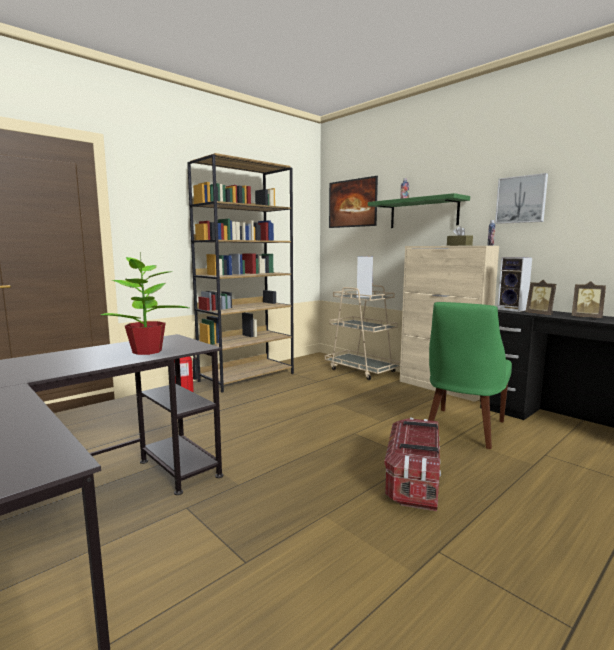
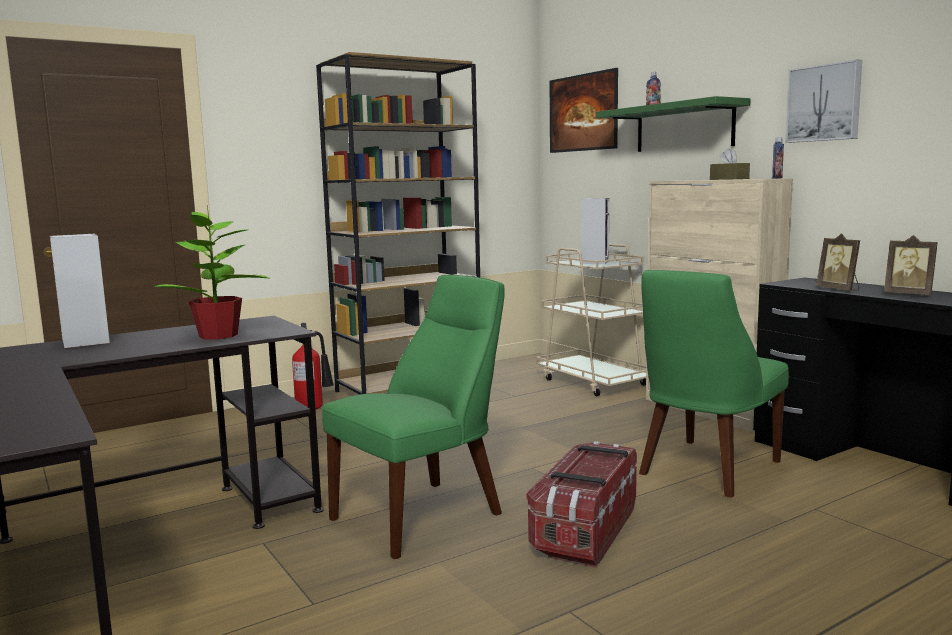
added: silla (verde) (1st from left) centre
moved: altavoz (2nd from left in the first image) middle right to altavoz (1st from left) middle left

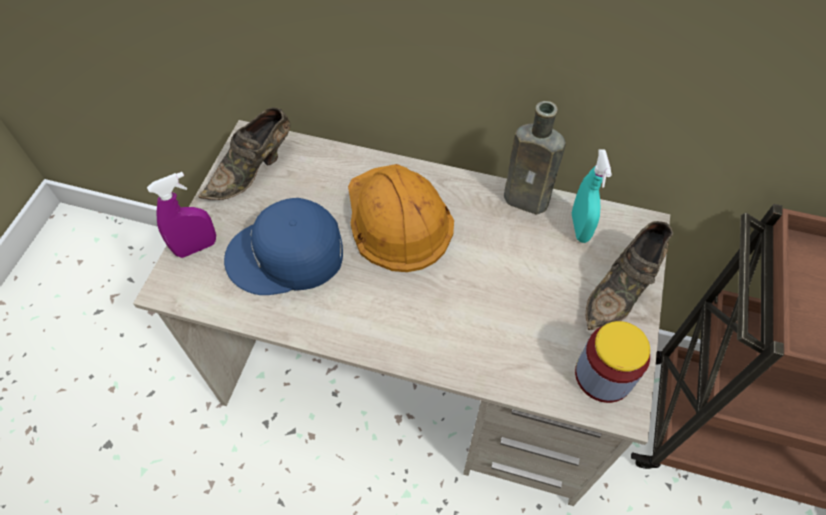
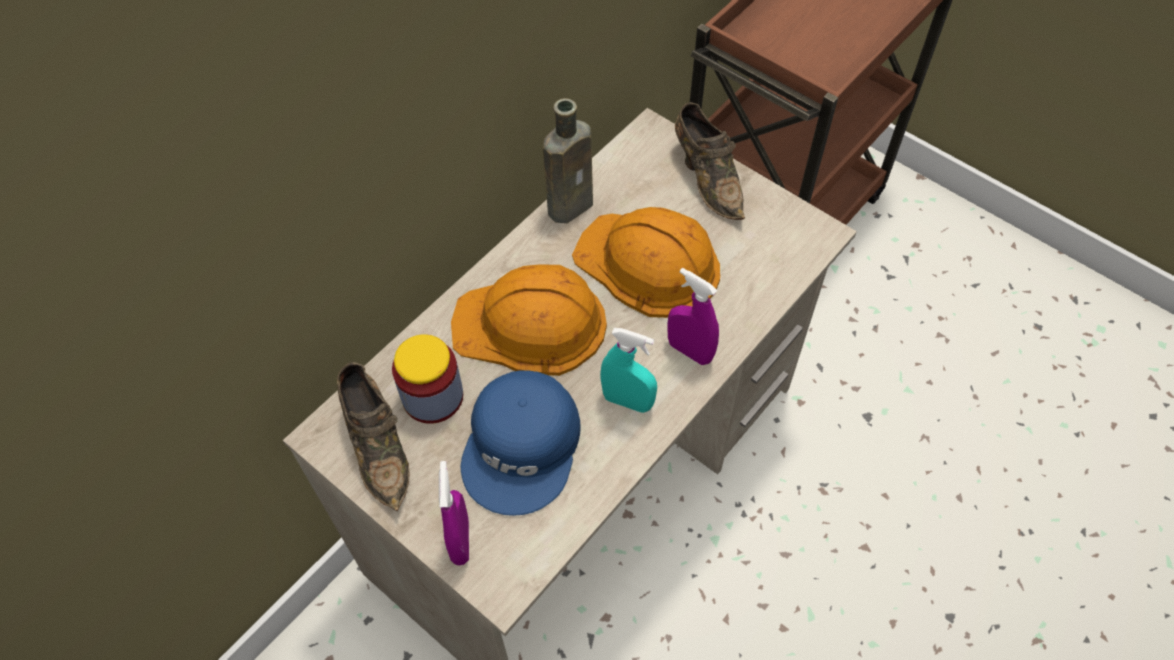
added: casco (naranja) (2nd from left) centre; pulverizador (morado) (2nd from left) centre
moved: pulverizador (turquesa) middle right to centre; tarro bottom right to centre

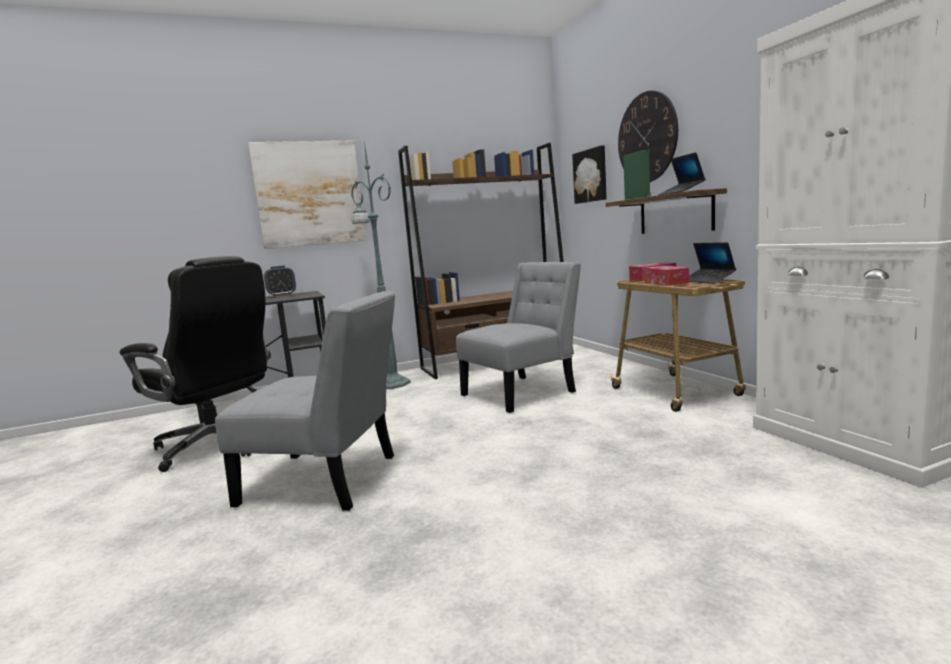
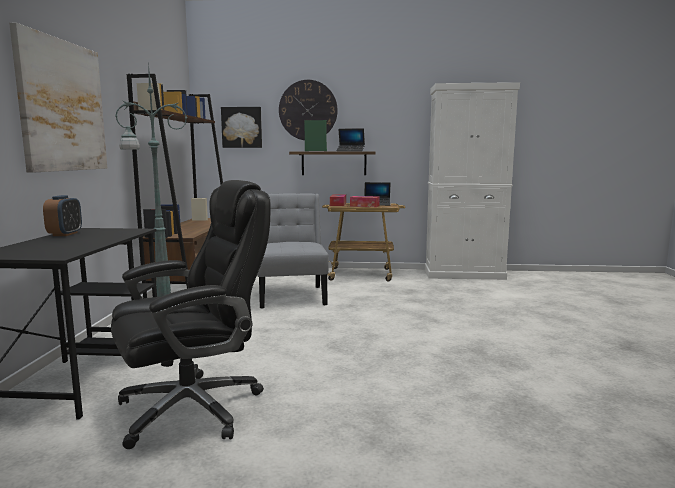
removed: silla (gris) (1st from left) middle left

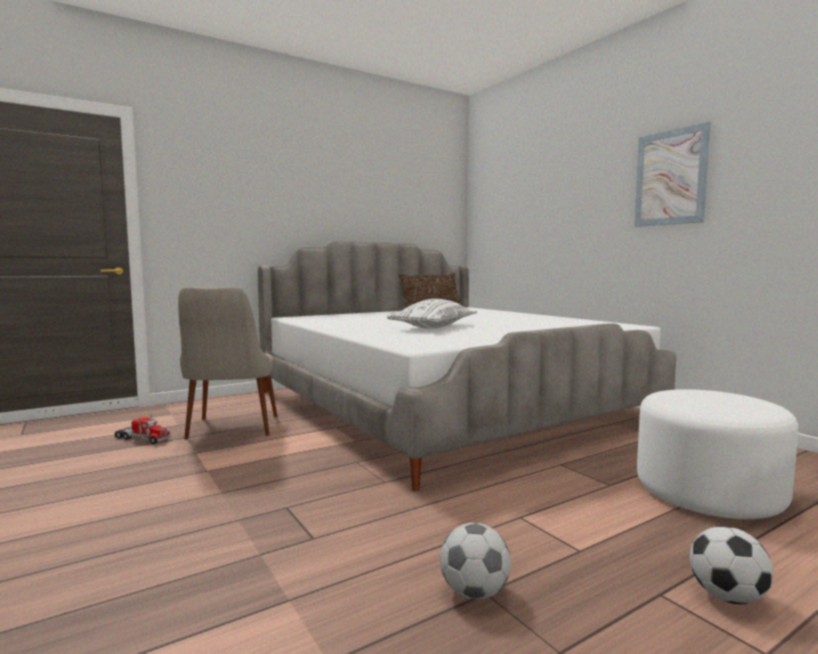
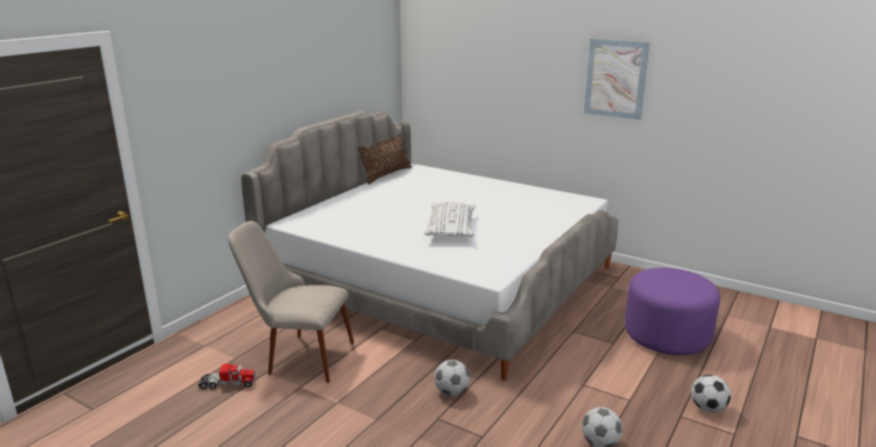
added: balón de fútbol (1st from left) bottom centre
recoloured: puf (blanco) bottom right to puf (morado) bottom right
turned: silla (beis) middle left = bottom left 135 degrees clockwise

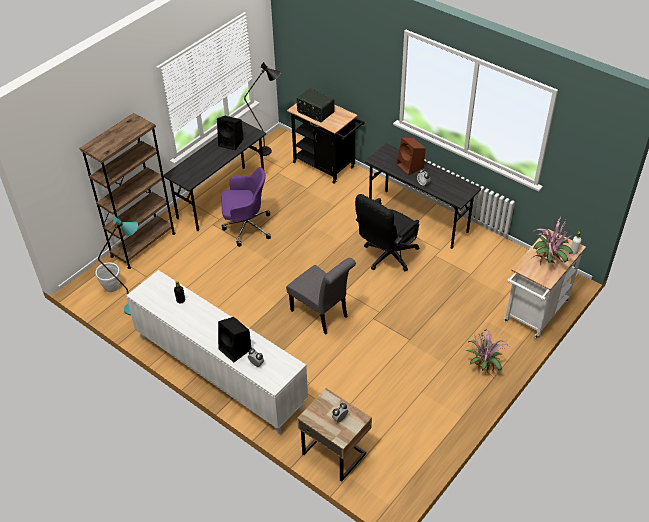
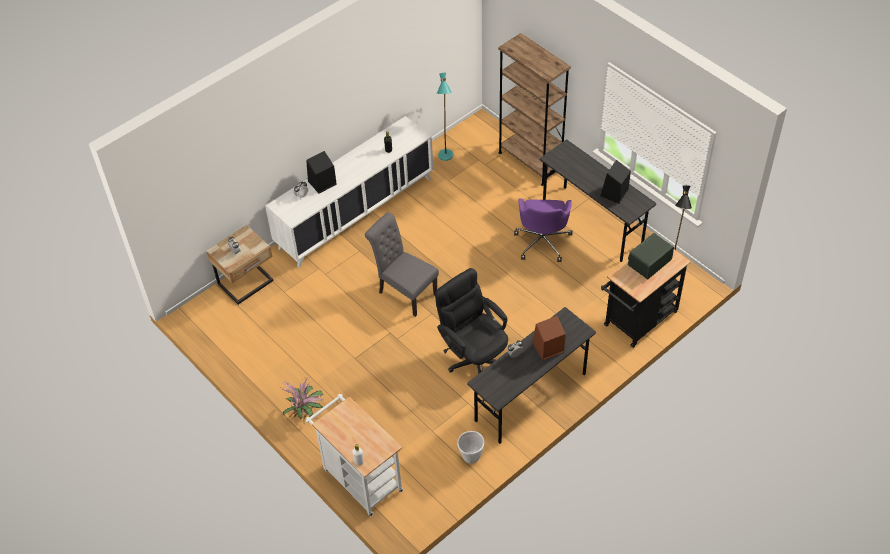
removed: planta en maceta (2nd from left) middle right
moved: maceta (blanco) middle left to bottom centre
turned: silla (gris) centre = centre 75 degrees clockwise

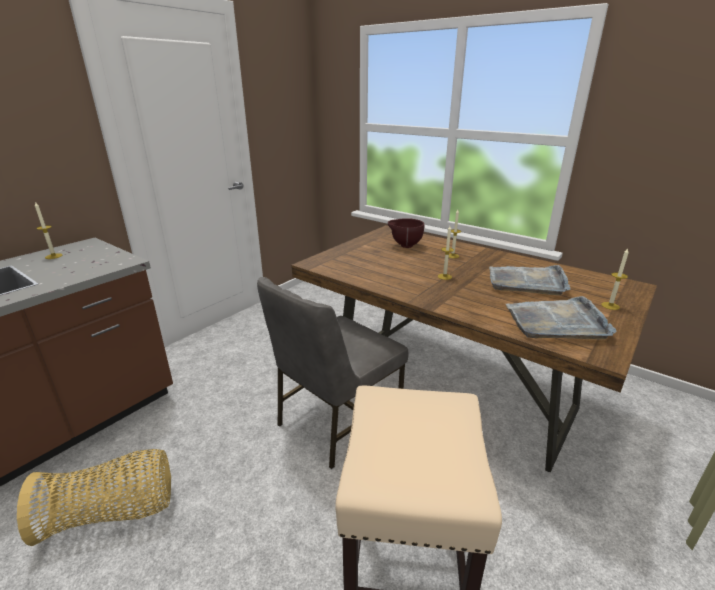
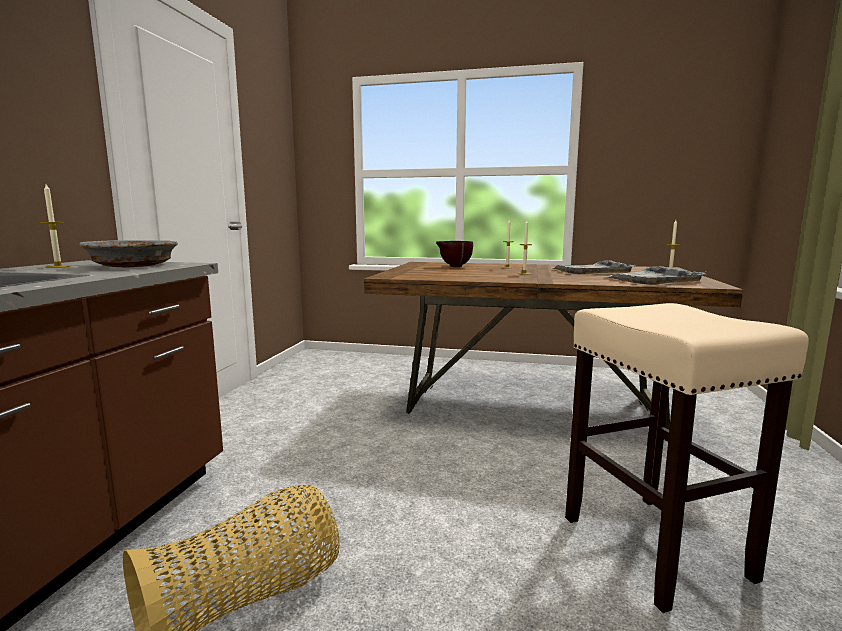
removed: silla (gris) centre
added: cuenco (gris) middle left

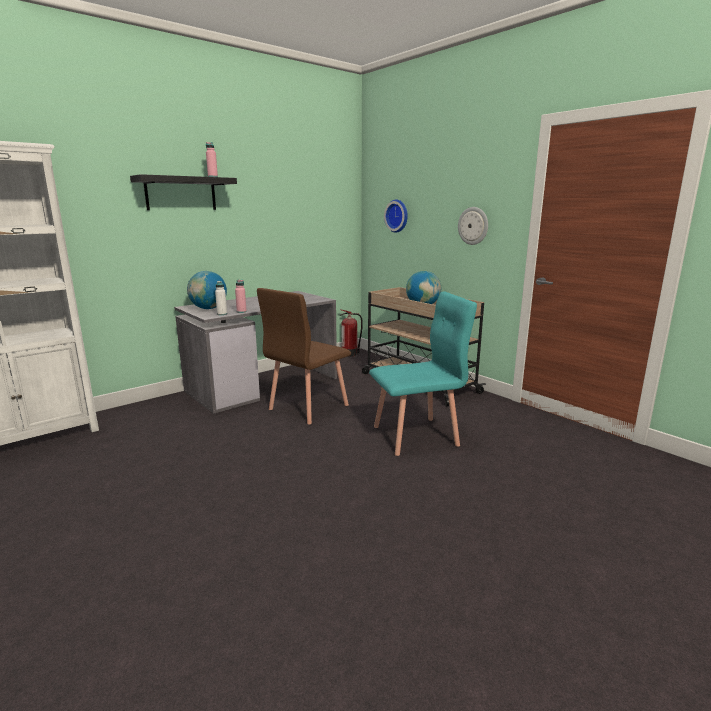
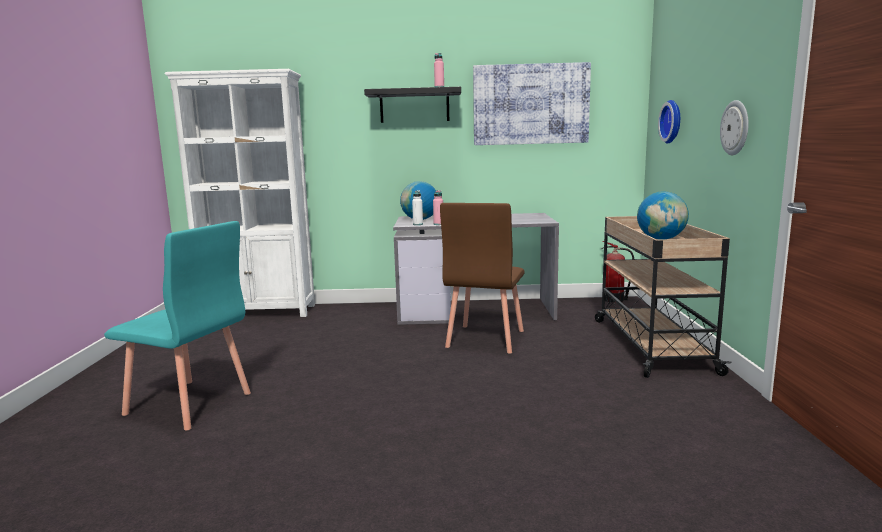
added: cuadro top centre
moved: silla (turquesa) centre to middle left
turned: silla (marrón) centre = centre 60 degrees counterclockwise

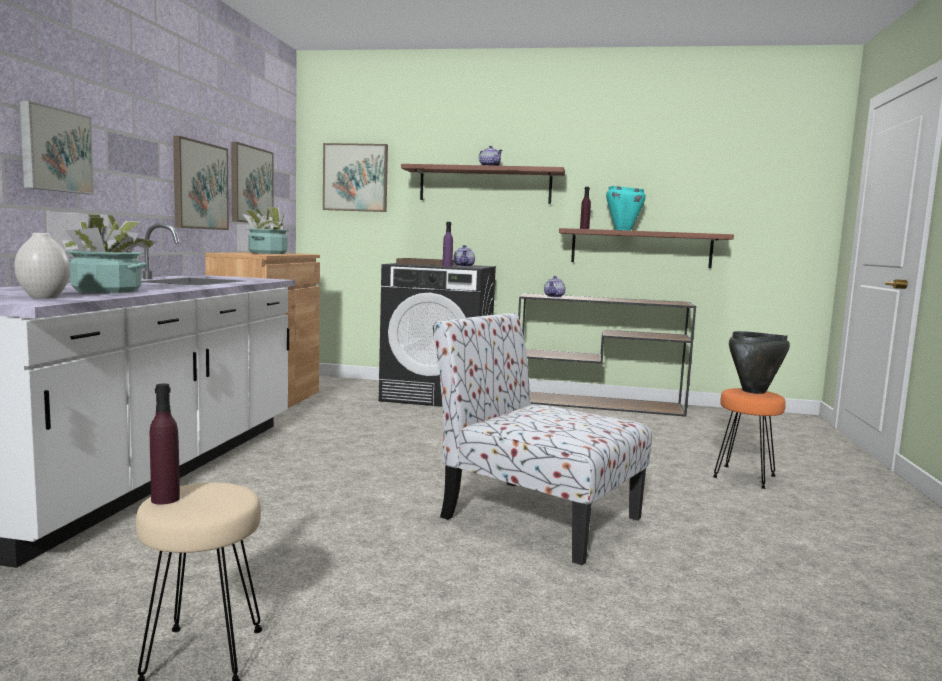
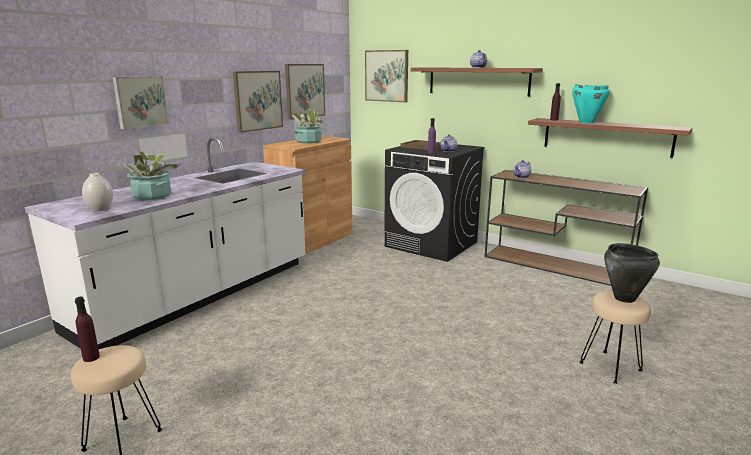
removed: silla centre
recoloured: taburete (naranja) middle right to taburete (beis) (2nd from left) bottom right

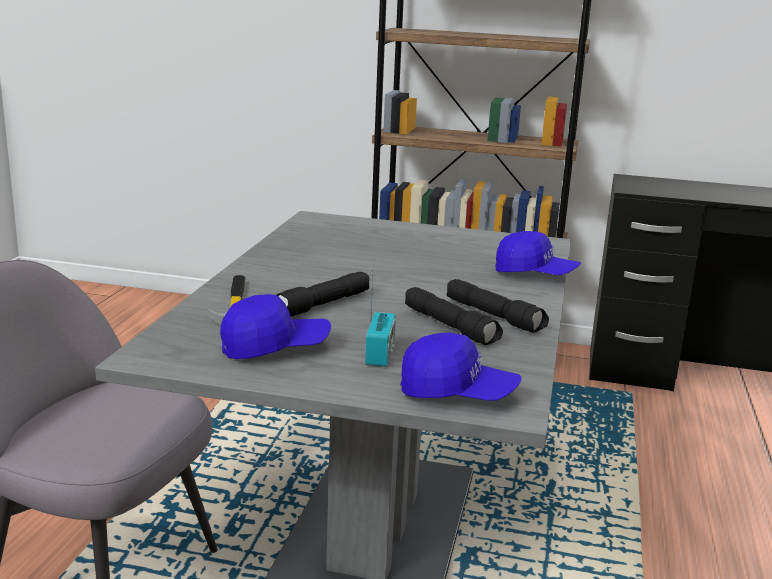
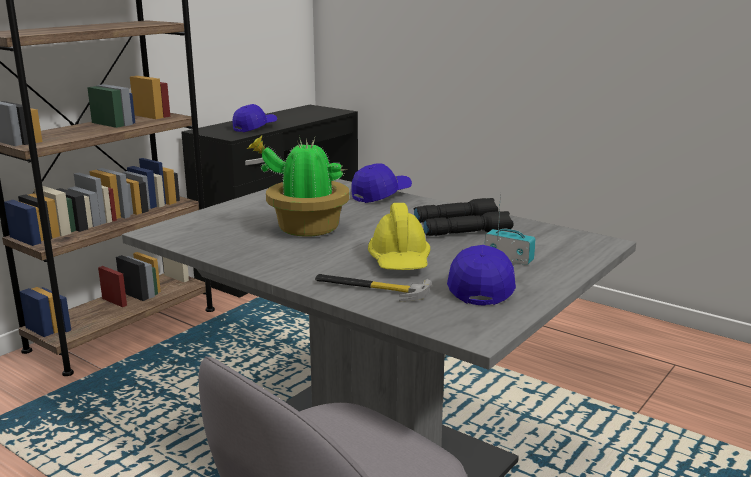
added: planta en maceta centre
moved: gorra (azul) (2nd from left in the first image) centre to gorra (azul) (1st from left) top centre
replaced: linterna (negro) (1st from left) centre to casco (amarillo) centre

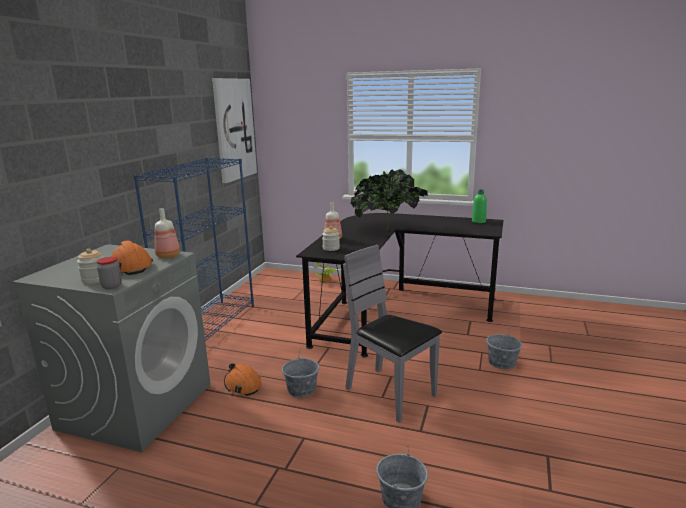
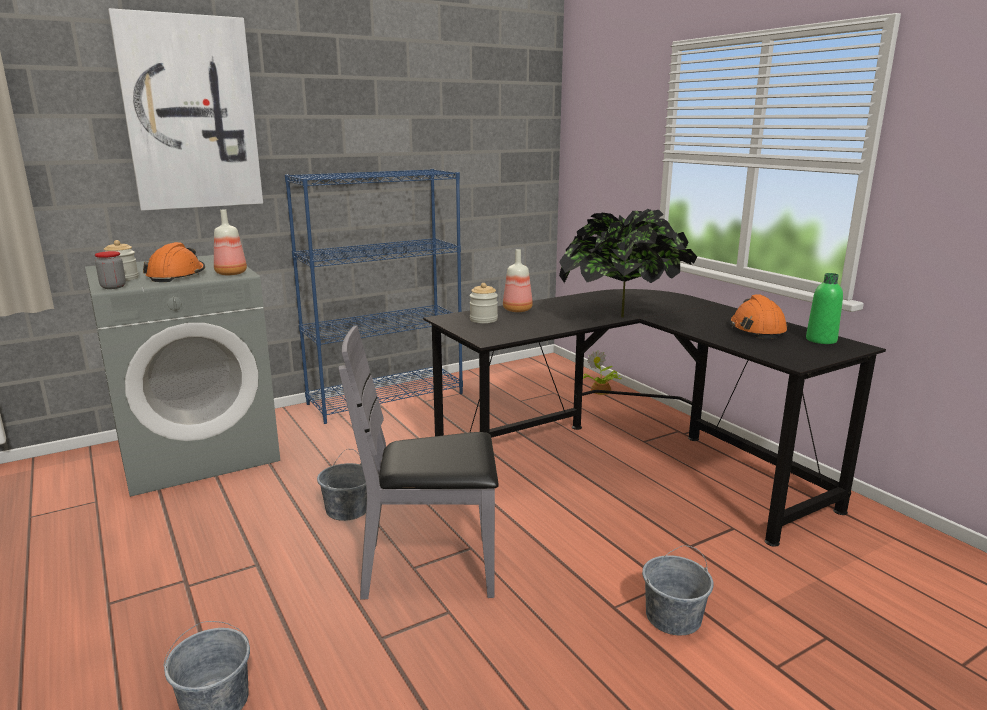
moved: cuadro top centre to top left; casco (naranja) (2nd from left) bottom centre to middle right
turned: silla (gris) centre = centre 90 degrees counterclockwise

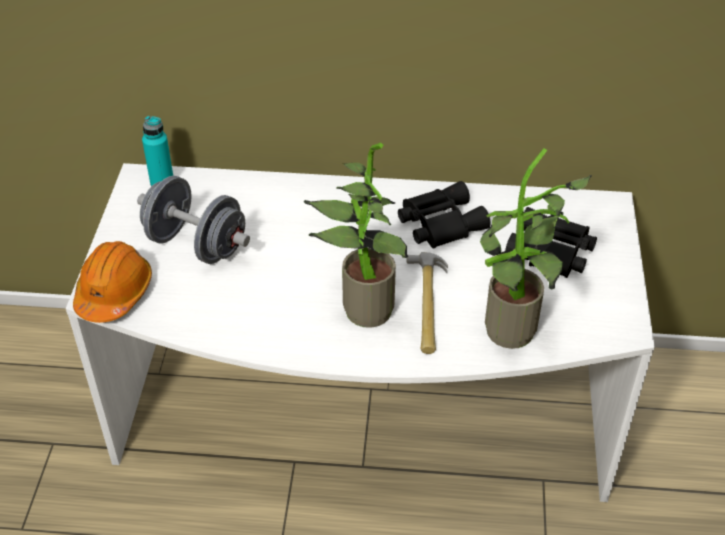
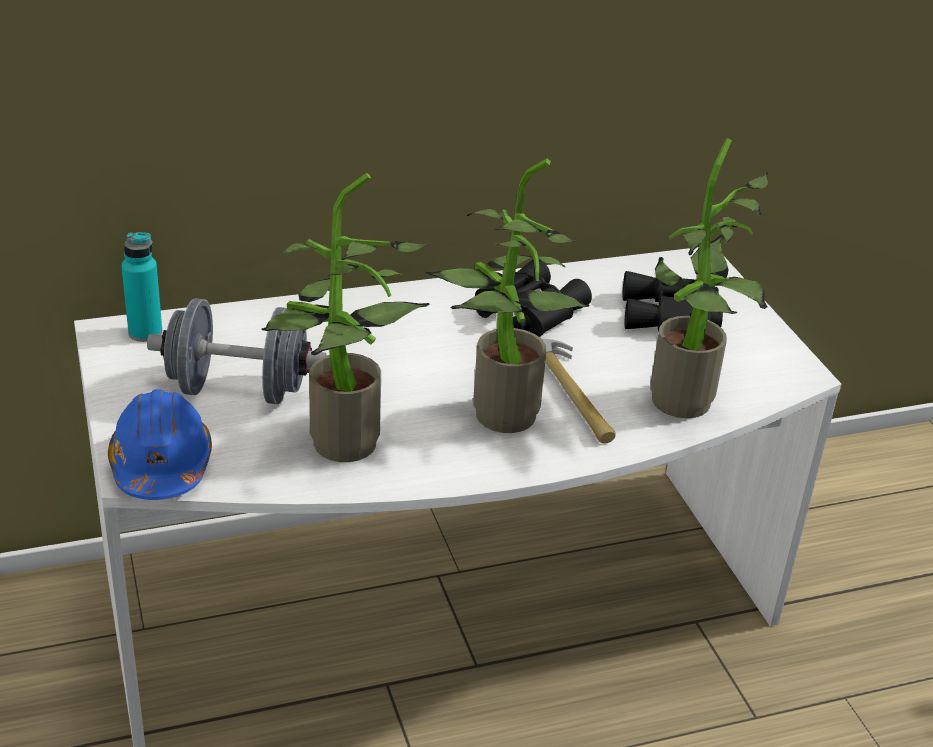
added: planta en maceta (1st from left) centre
recoloured: casco (naranja) middle left to casco (azul) middle left

